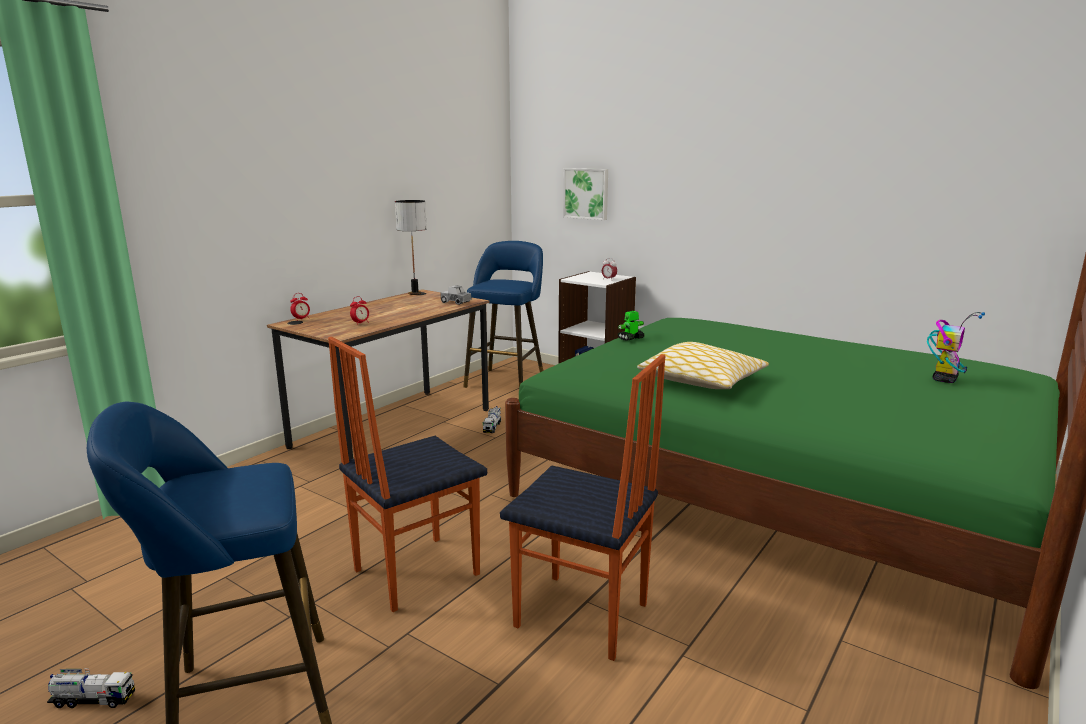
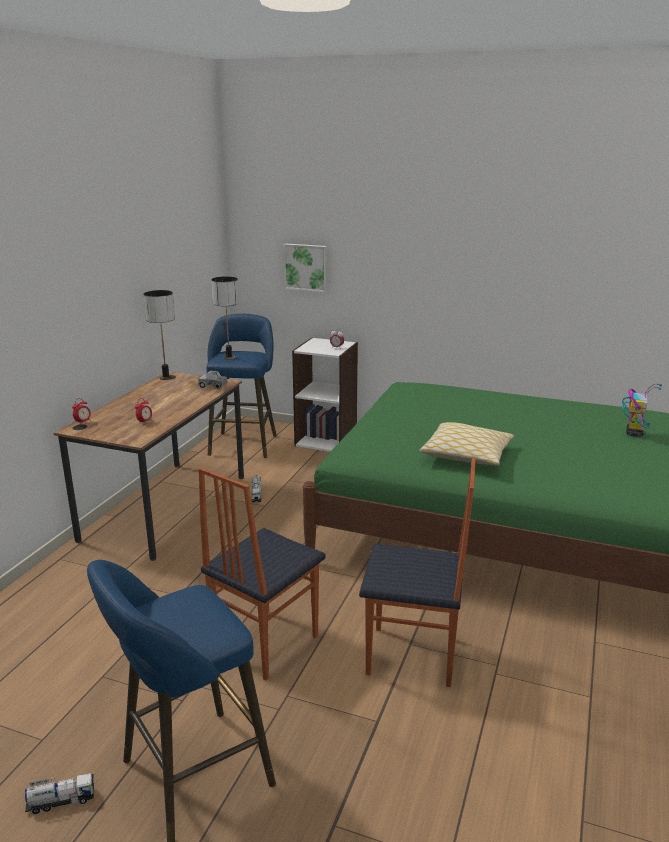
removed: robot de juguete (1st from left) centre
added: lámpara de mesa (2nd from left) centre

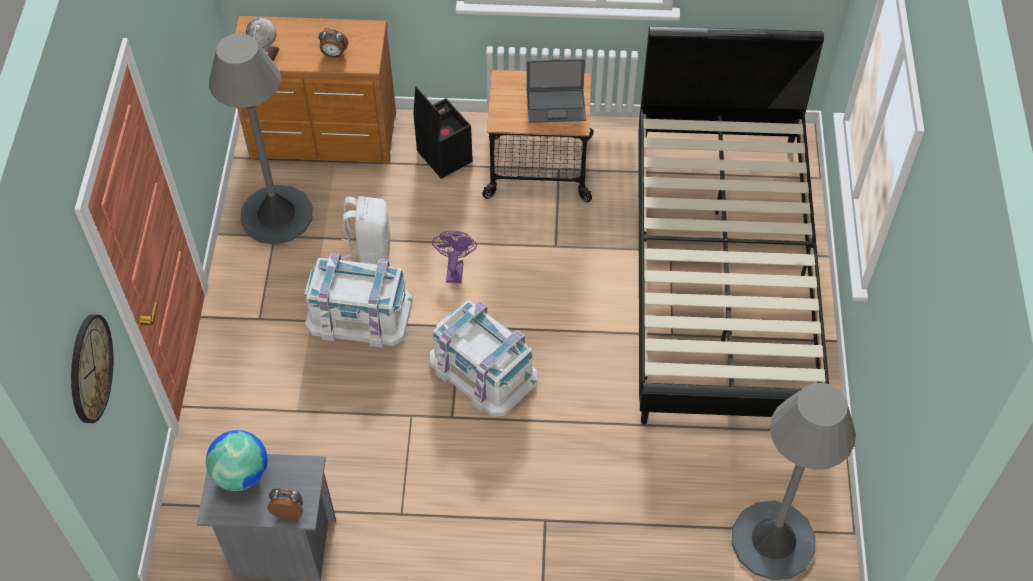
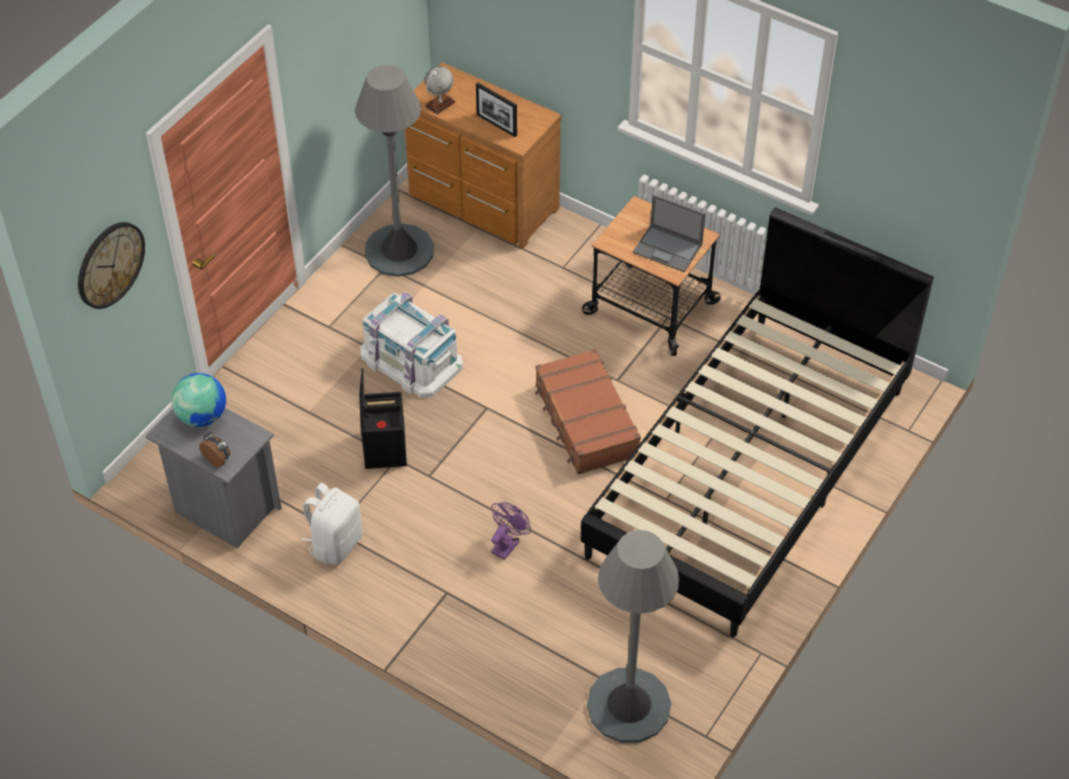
removed: caja de almacenaje (blanco) (2nd from left) centre
added: maleta (marrón) centre
moved: caja de almacenaje (negro) top centre to centre; mochila (blanco) centre to bottom left; ventilador (morado) centre to bottom centre
replaced: despertador (2nd from left) top left to portarretratos top centre

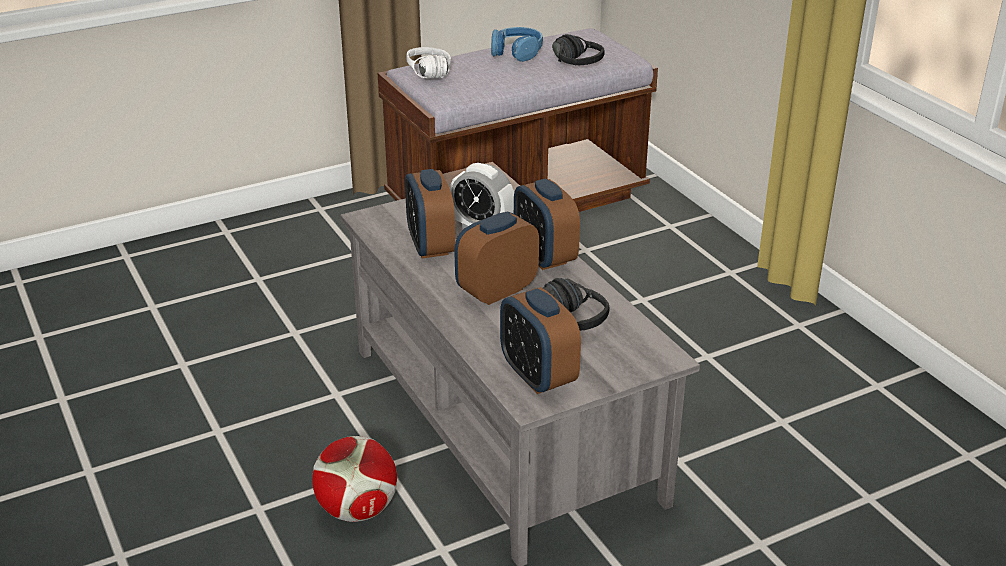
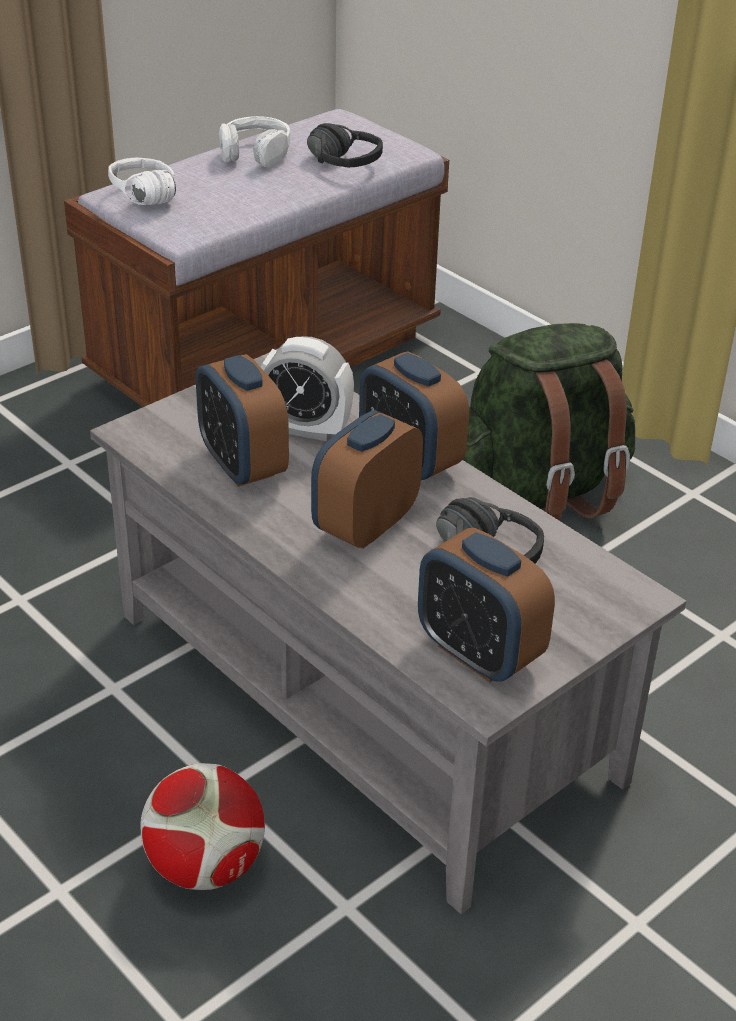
added: mochila (verde) middle right
recoloured: auriculares (azul) top centre to auriculares (blanco) (2nd from left) top centre

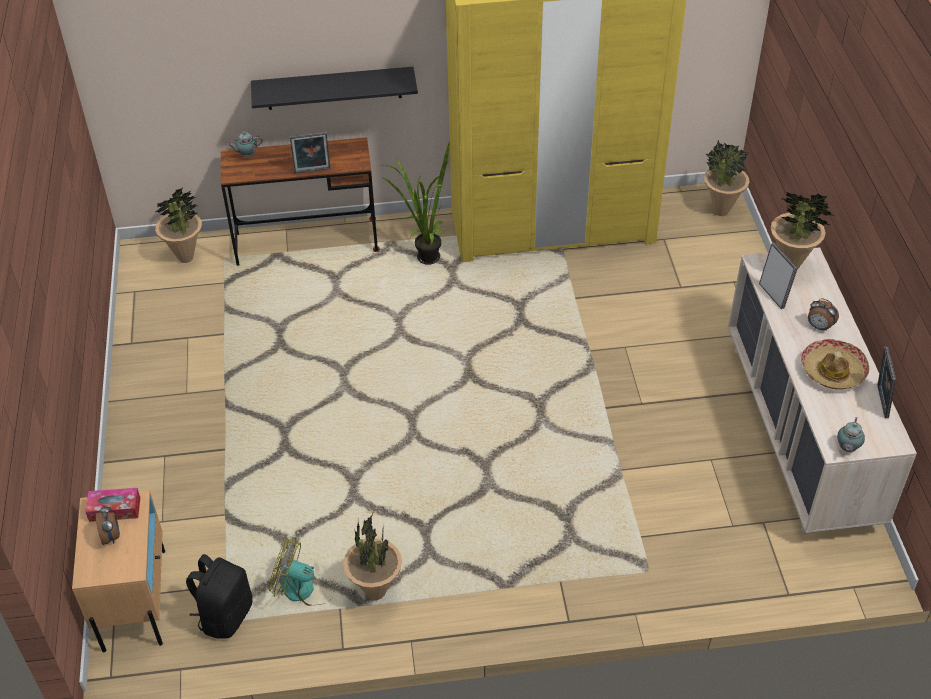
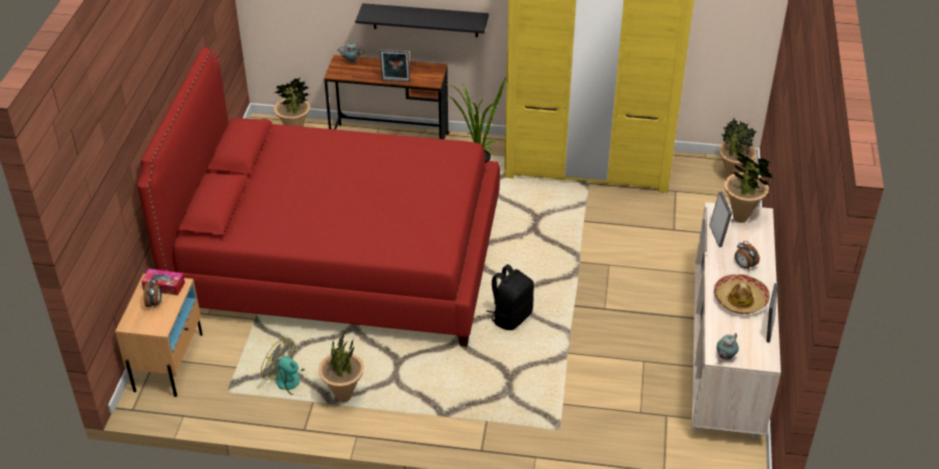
added: cama (rojo) centre
moved: mochila (negro) bottom left to centre

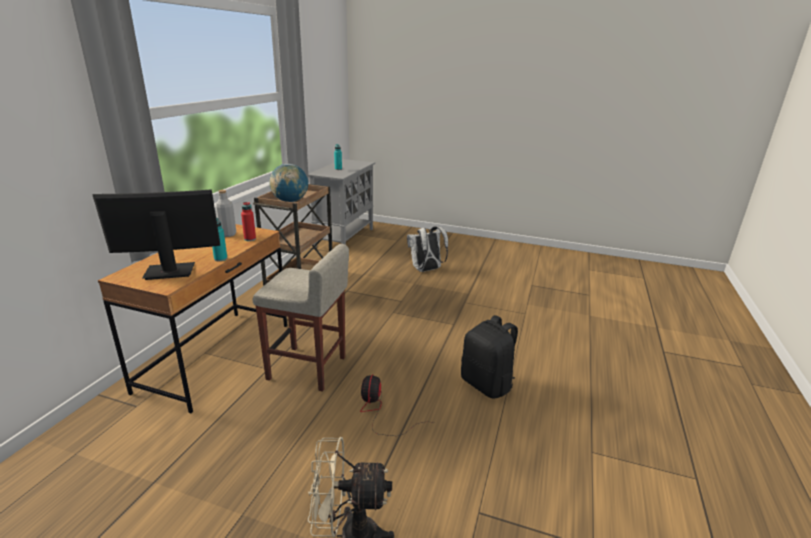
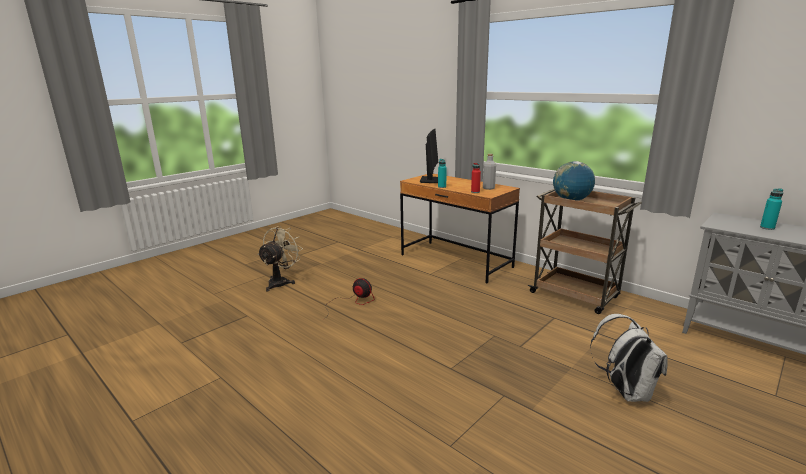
removed: taburete (beis) centre; mochila (negro) centre

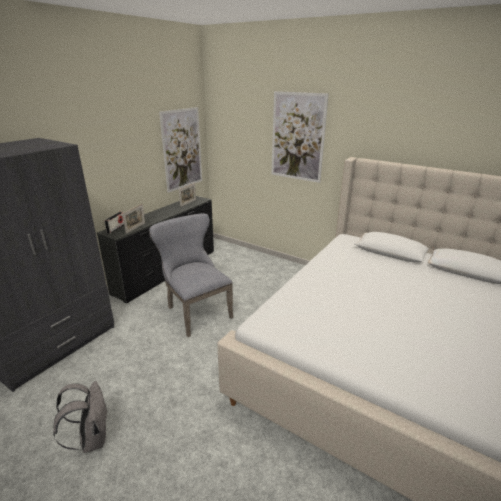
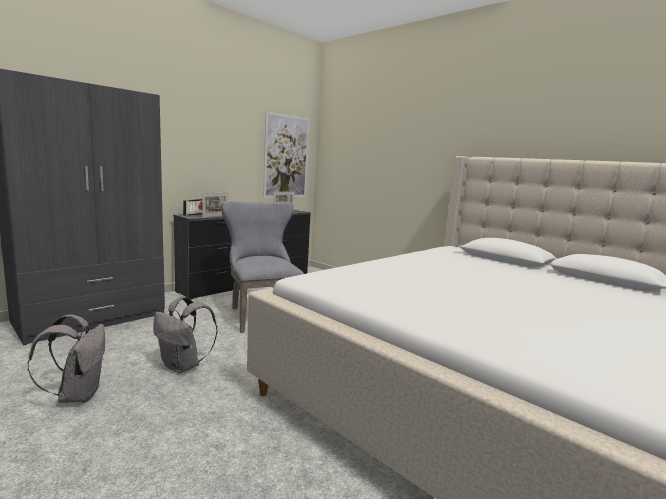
removed: cuadro (2nd from left) top centre
added: mochila (gris) (2nd from left) bottom left

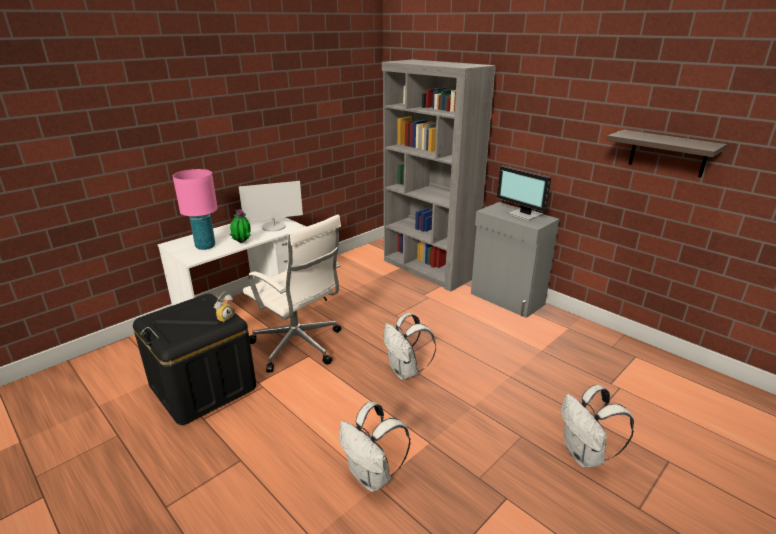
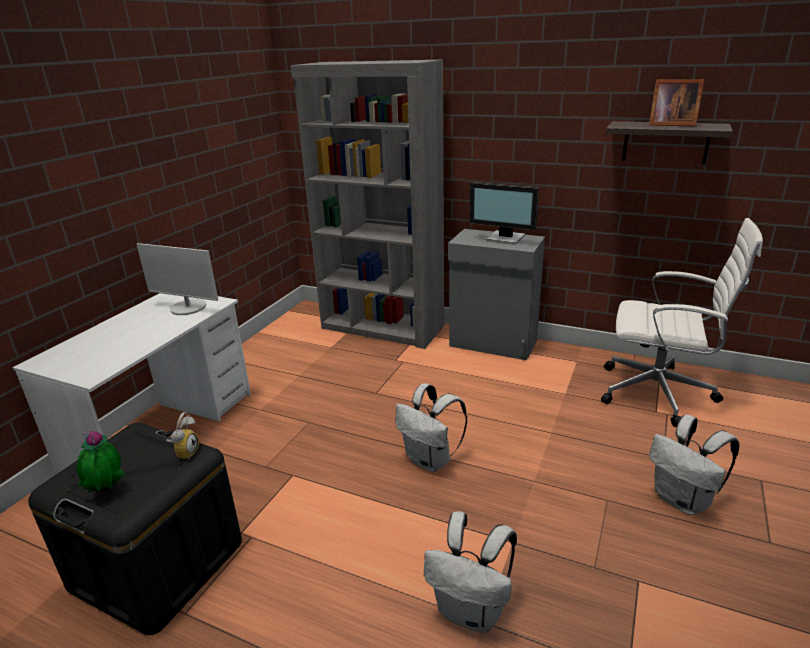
removed: lámpara de mesa (rosa) middle left
added: portarretratos top right
moved: planta en maceta middle left to bottom left; silla de oficina (blanco) centre to middle right
turned: monitor (1st from left) centre = middle left 60 degrees clockwise

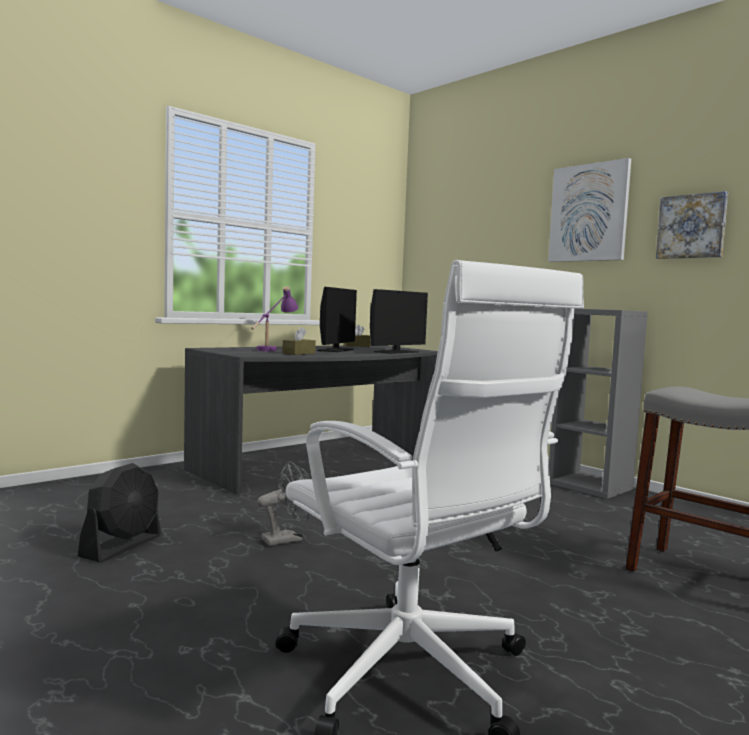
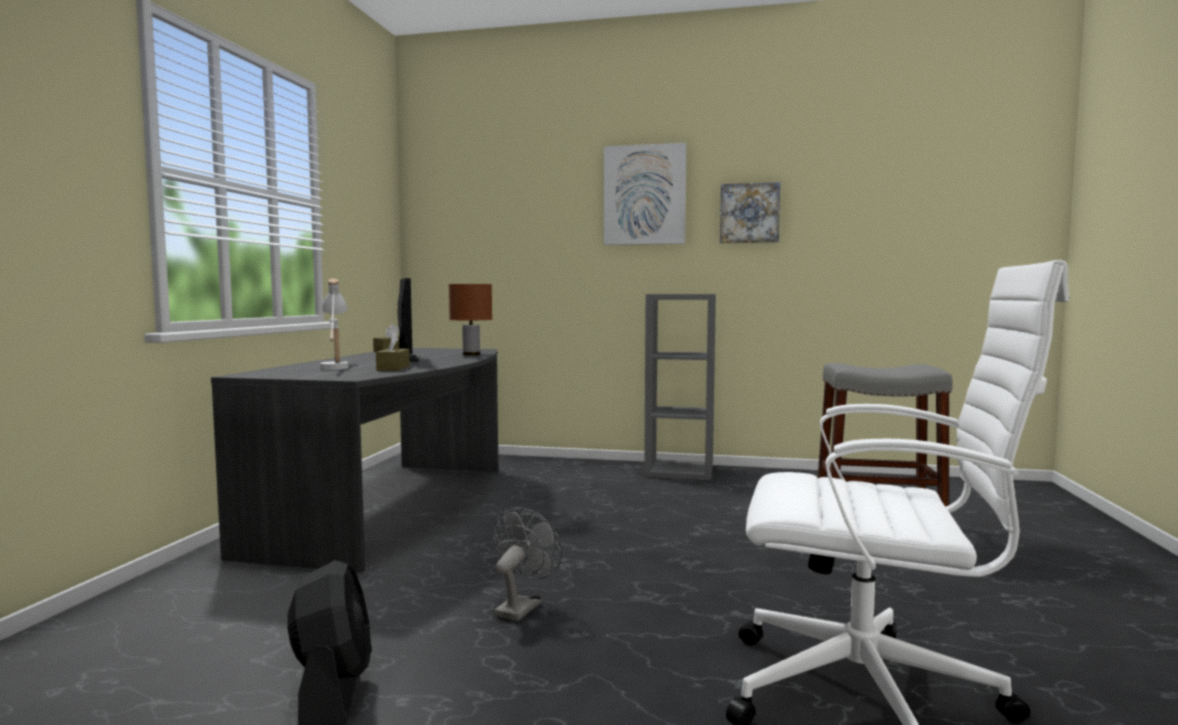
replaced: monitor (2nd from left) centre to lámpara de mesa (marrón) centre
recoloured: lámpara de mesa (morado) centre to lámpara de mesa (blanco) middle left

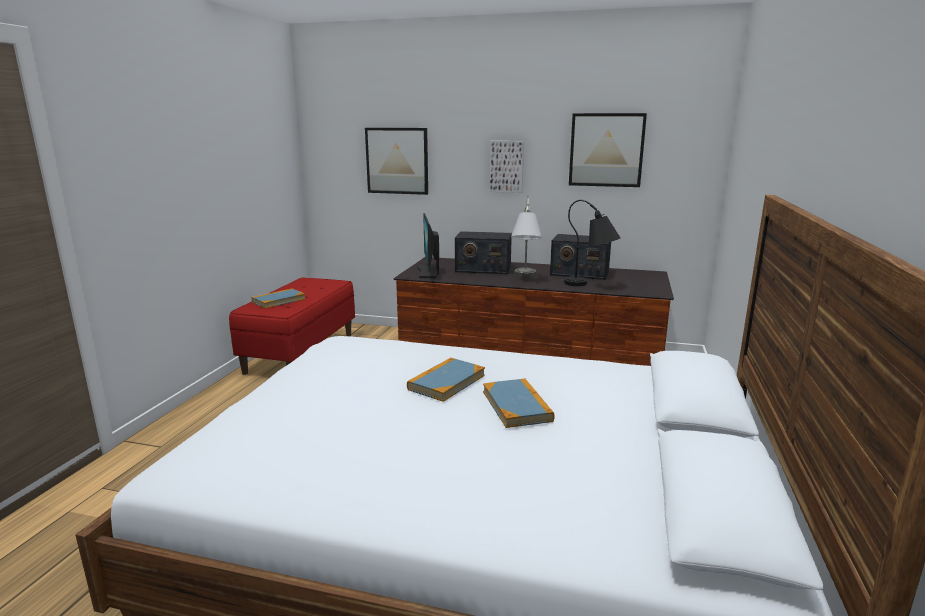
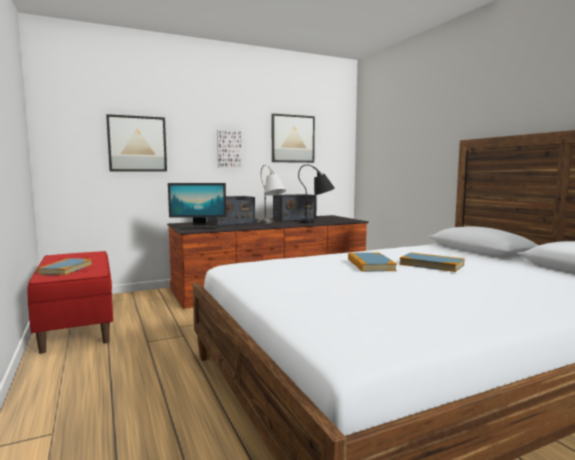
turned: monitor centre = centre 45 degrees counterclockwise

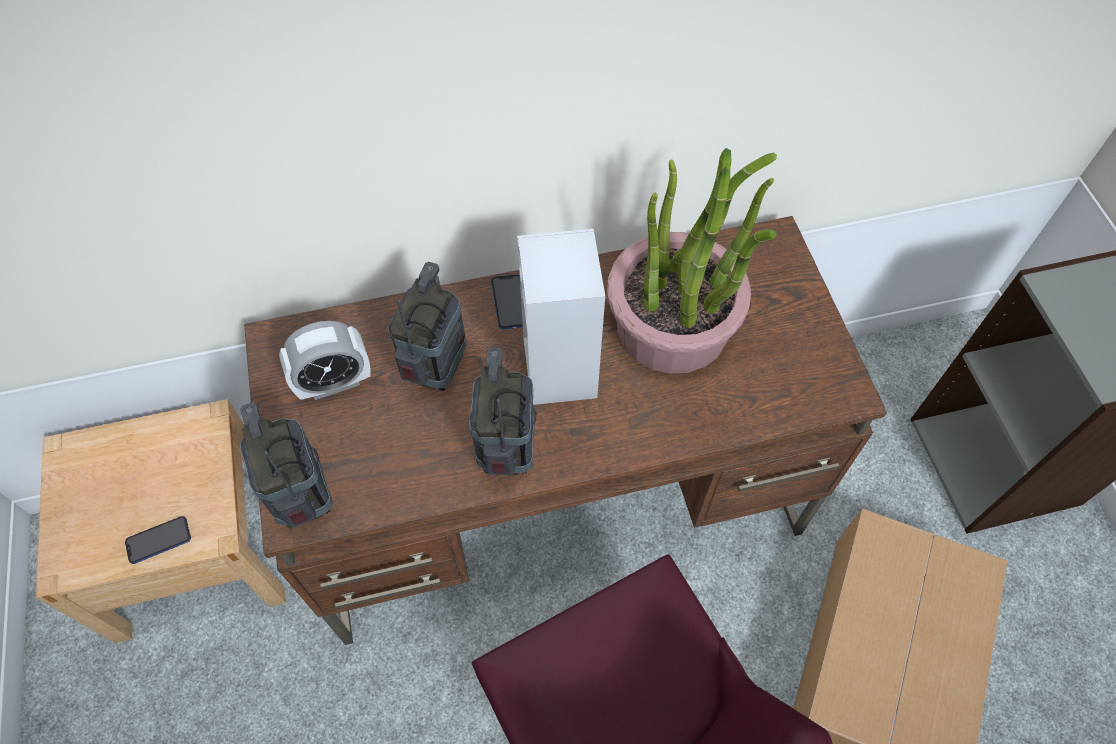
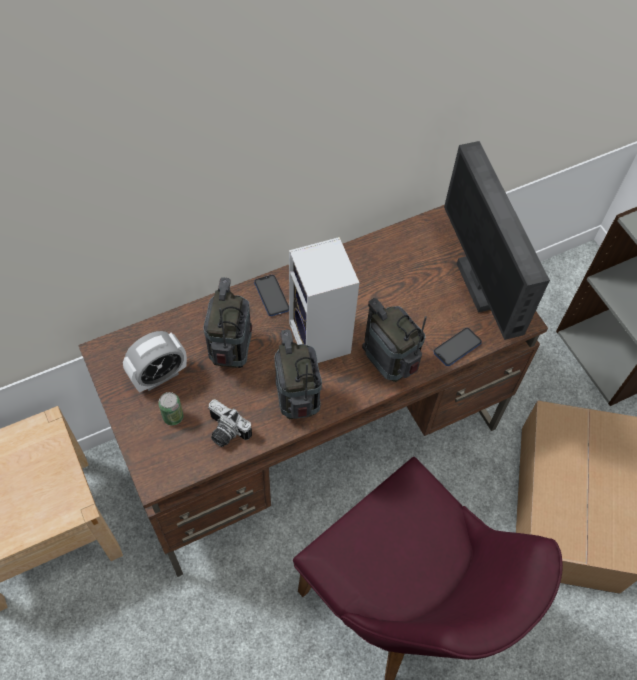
removed: planta en maceta centre
added: monitor middle right; lata middle left; cámara centre
moved: radio (1st from left in the first image) middle left to radio (3rd from left) centre; móvil (1st from left in the first image) bottom left to móvil (2nd from left) middle right

